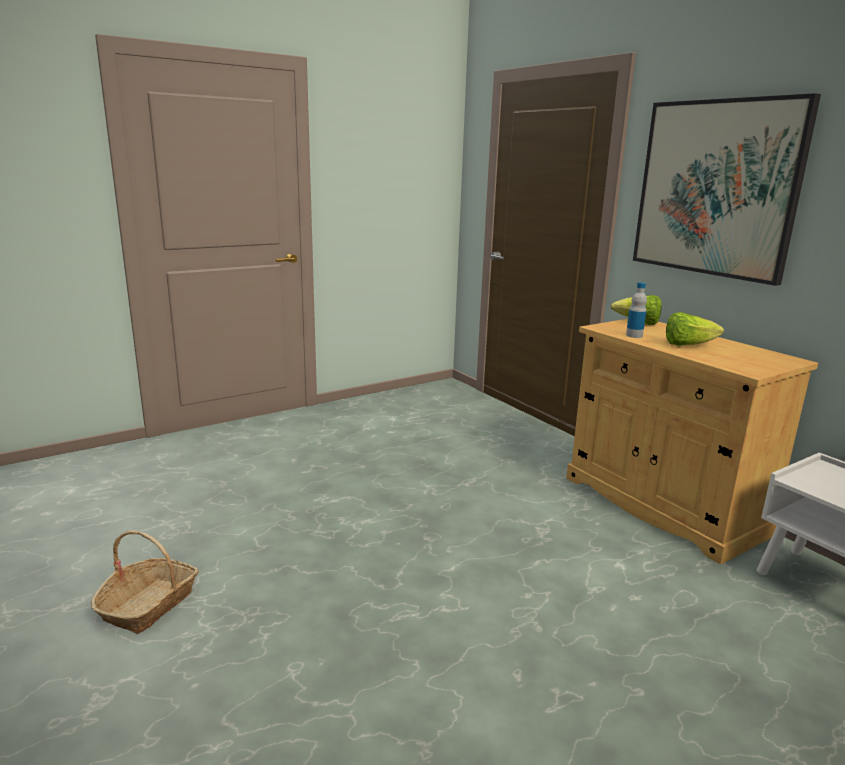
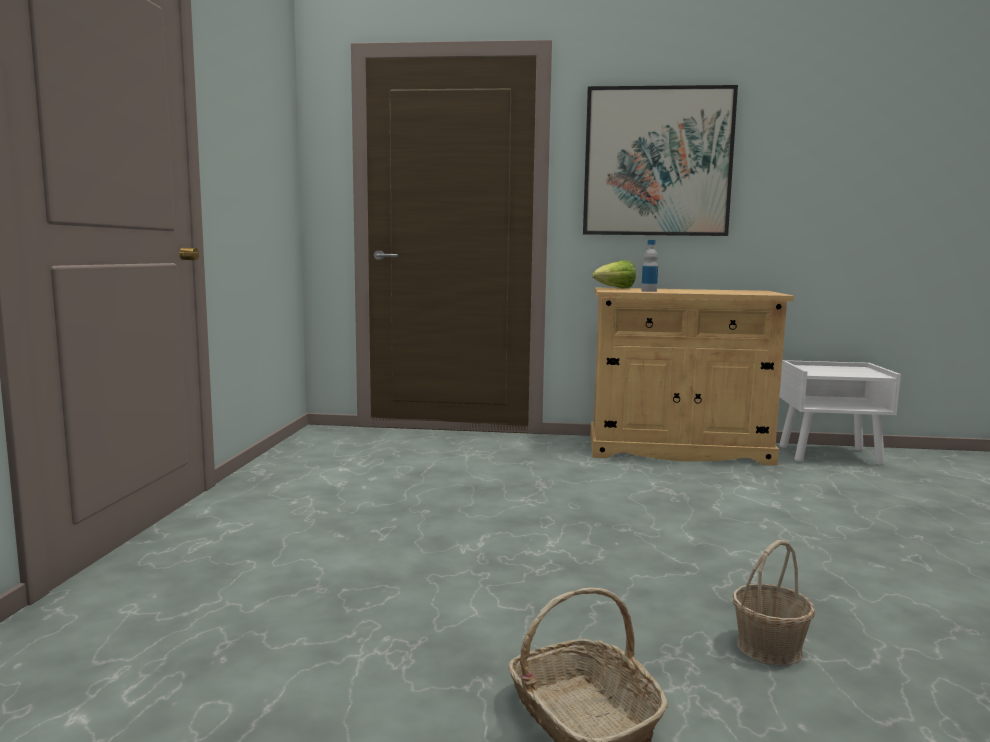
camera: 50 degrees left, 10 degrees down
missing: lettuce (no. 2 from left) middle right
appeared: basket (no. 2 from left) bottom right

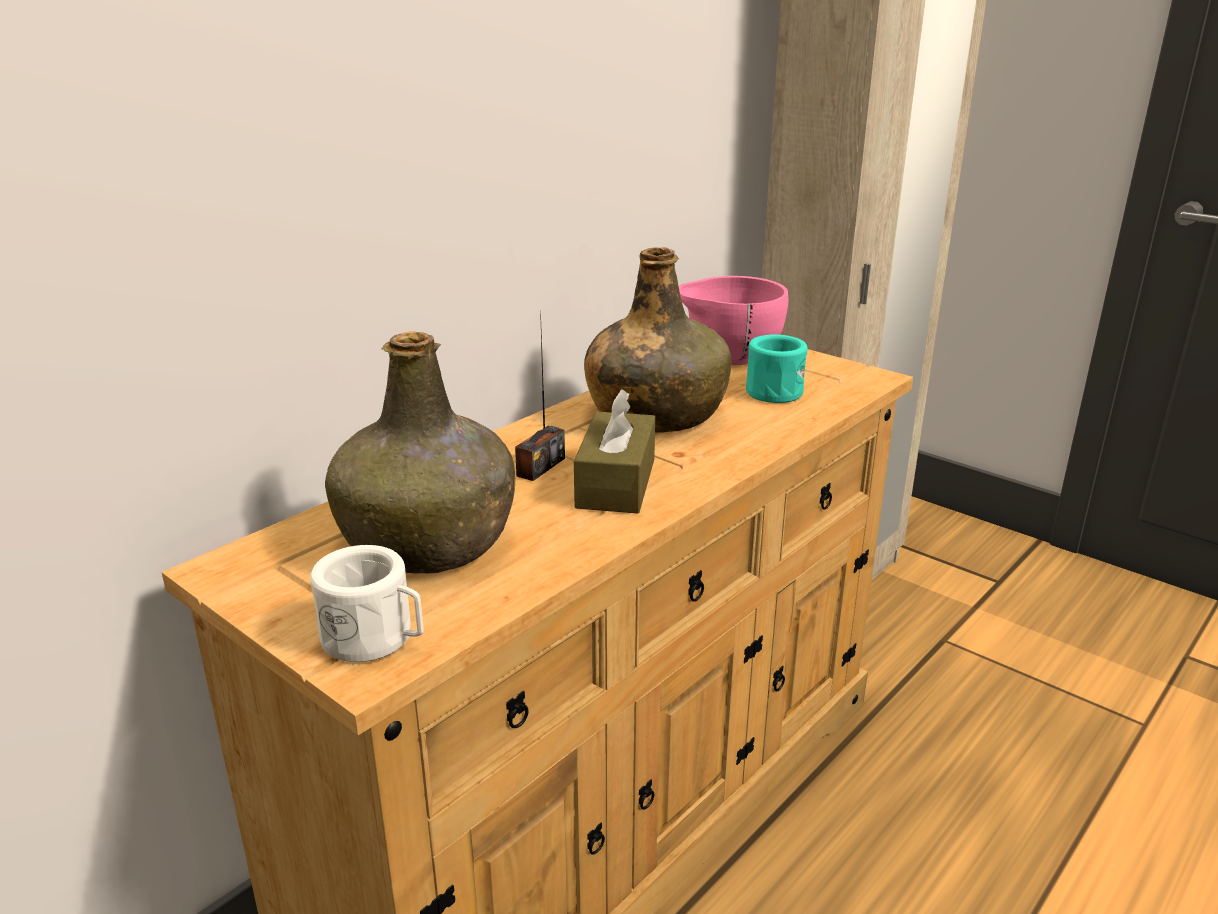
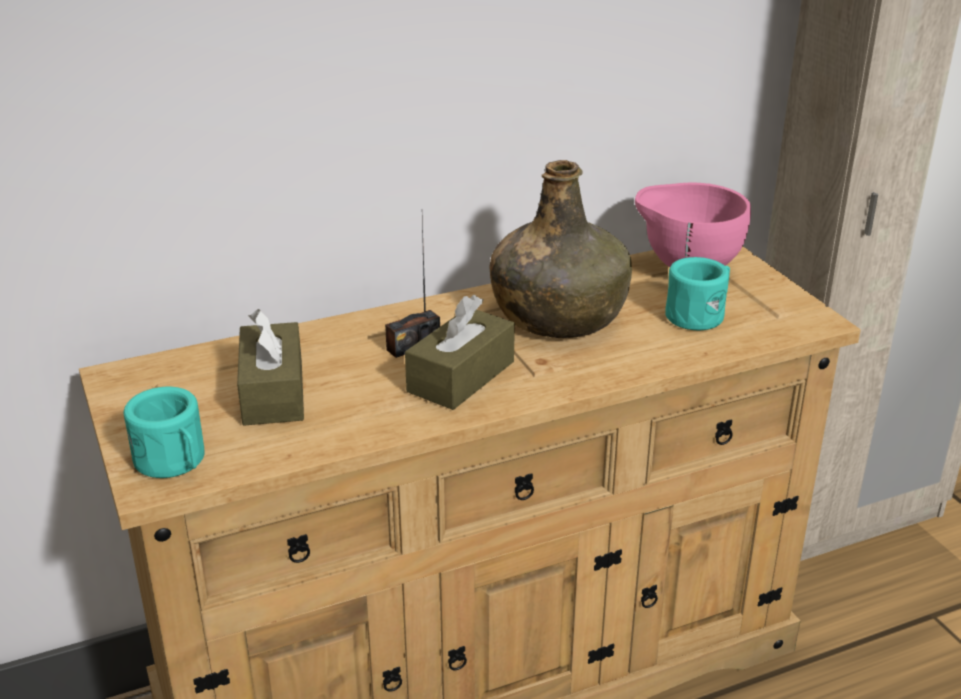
camera: 25 degrees right, 5 degrees up
exchanged: green bottle (no. 1 from left) centre to brown tissue box (no. 1 from left) middle left
colour: white mug middle left to turquoise mug (no. 1 from left) middle left

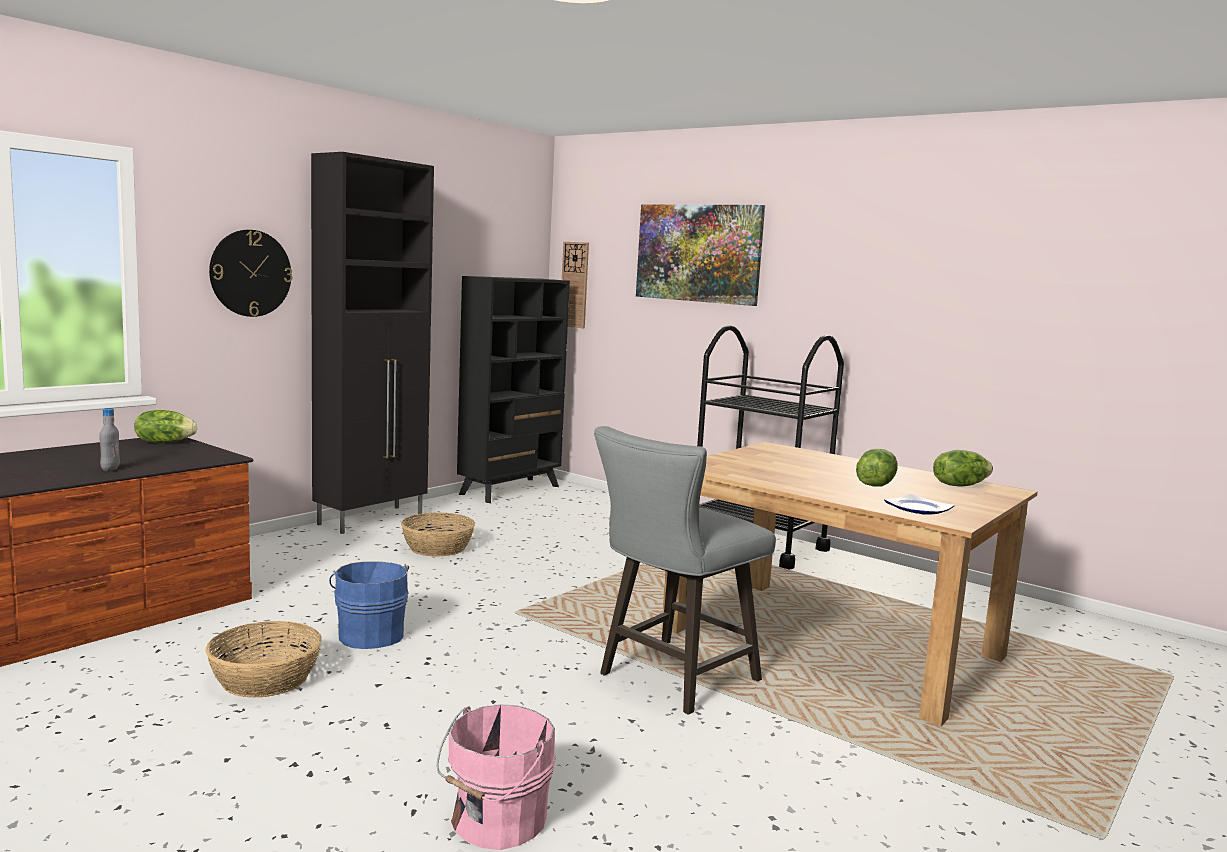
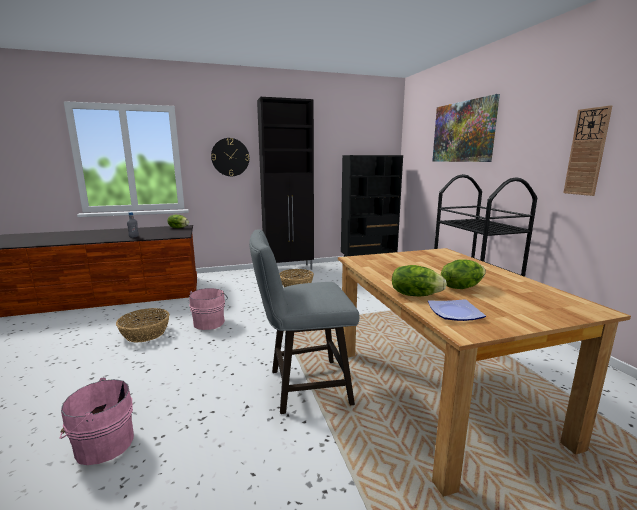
camera: 35 degrees right, 5 degrees up
relocated: wall clock (no. 2 from left) centre to top right; lettuce (no. 3 from left in the first image) middle right to lettuce (no. 2 from left) centre
colour: blue bucket bottom left to pink bucket (no. 2 from left) middle left

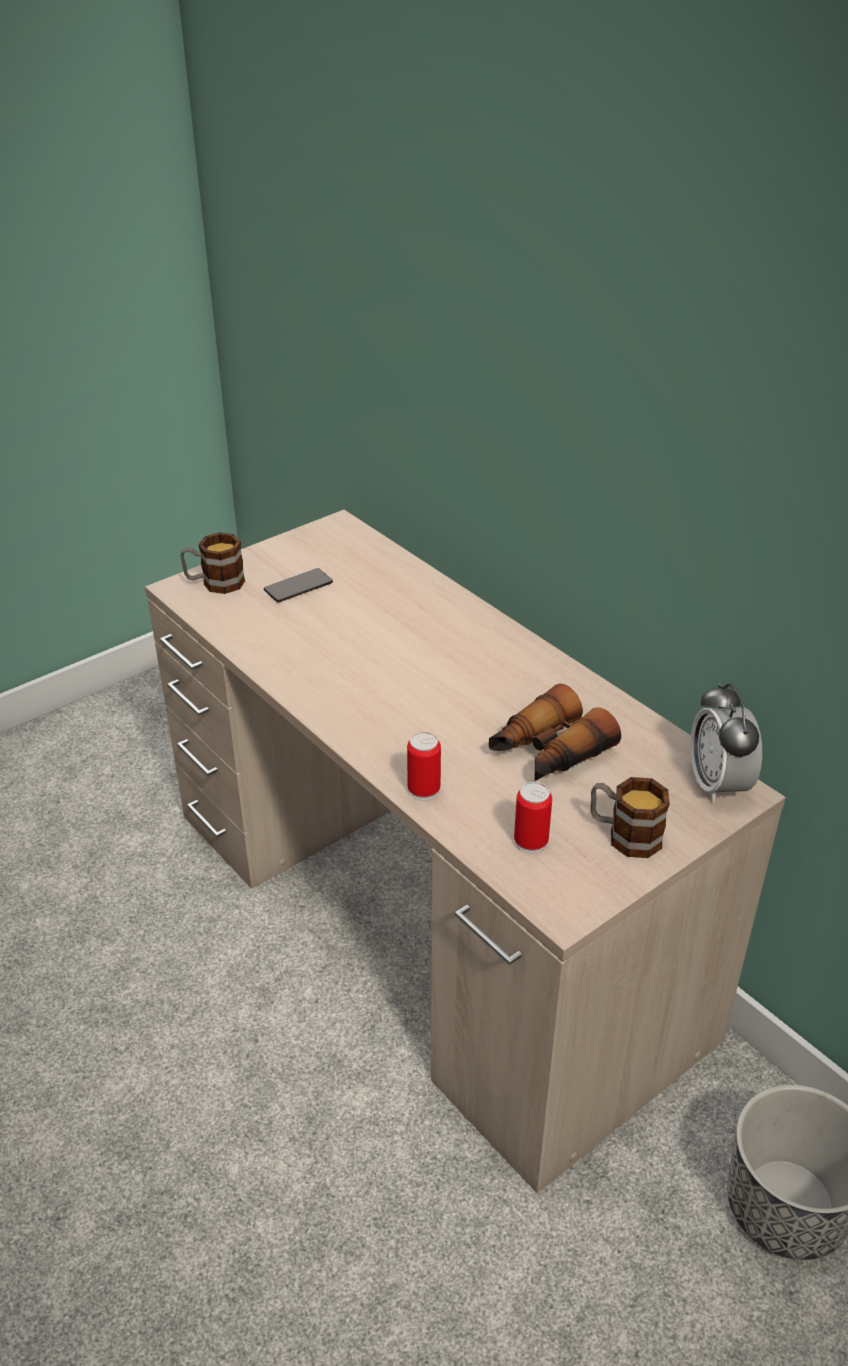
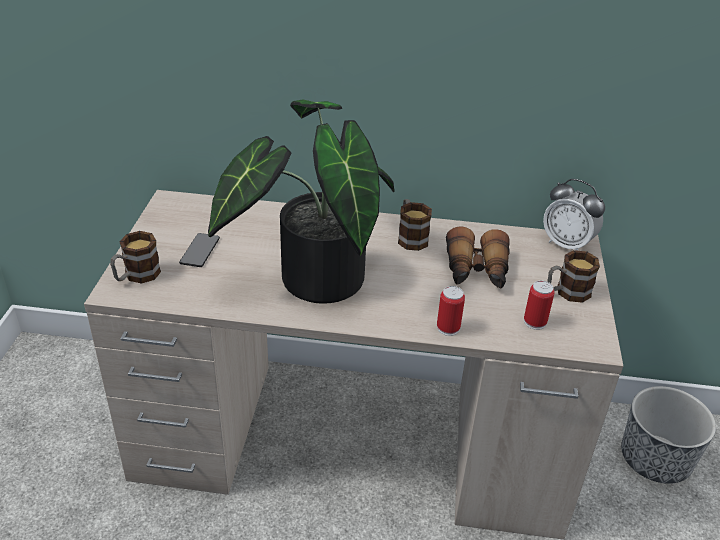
camera: 45 degrees left, 0 degrees up
appeared: potted plant centre; mug (no. 2 from left) centre

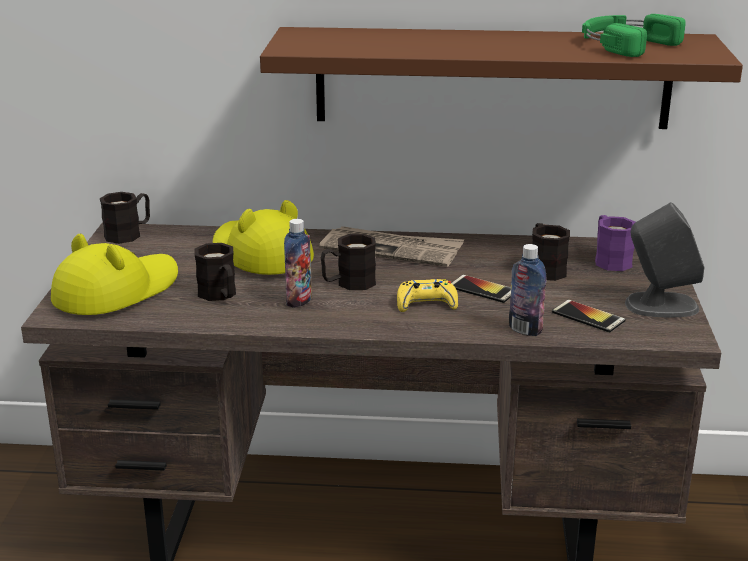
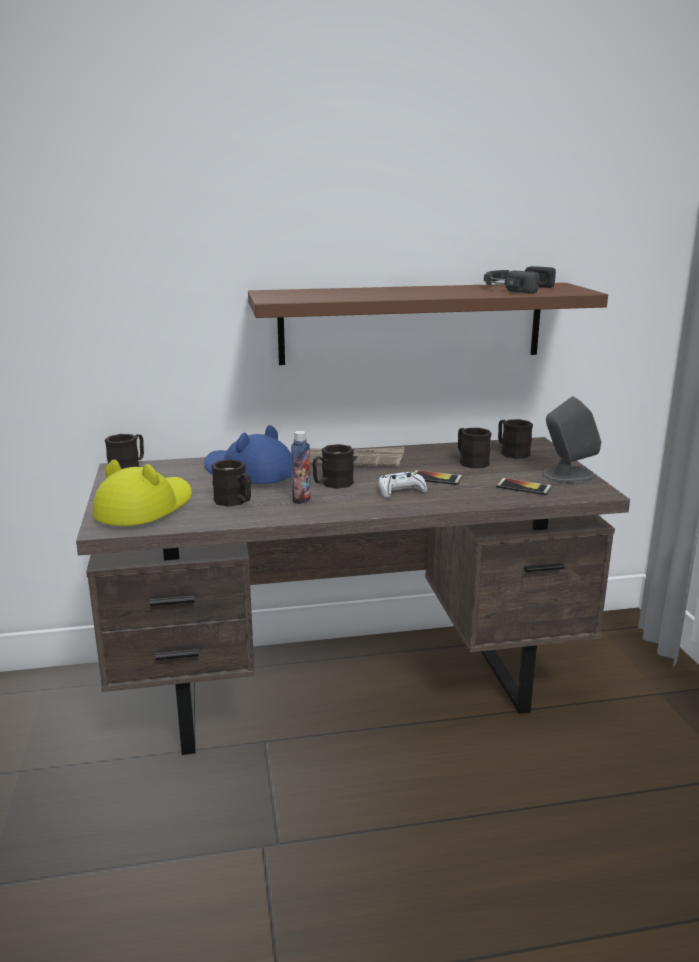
camera: 15 degrees left, 5 degrees down
missing: bottle (no. 2 from left) middle right
colour: yellow hat (no. 2 from left) centre to blue hat centre; yellow game controller centre to white game controller centre; green headphones top right to black headphones top right; purple mug middle right to black mug (no. 5 from left) middle right

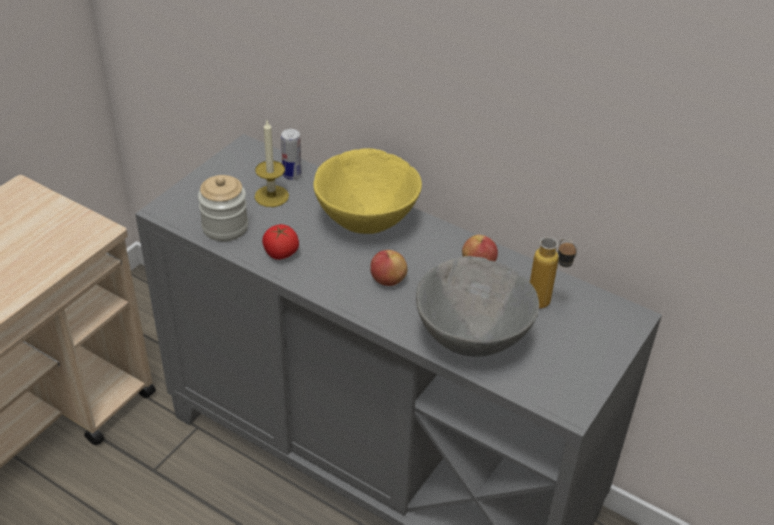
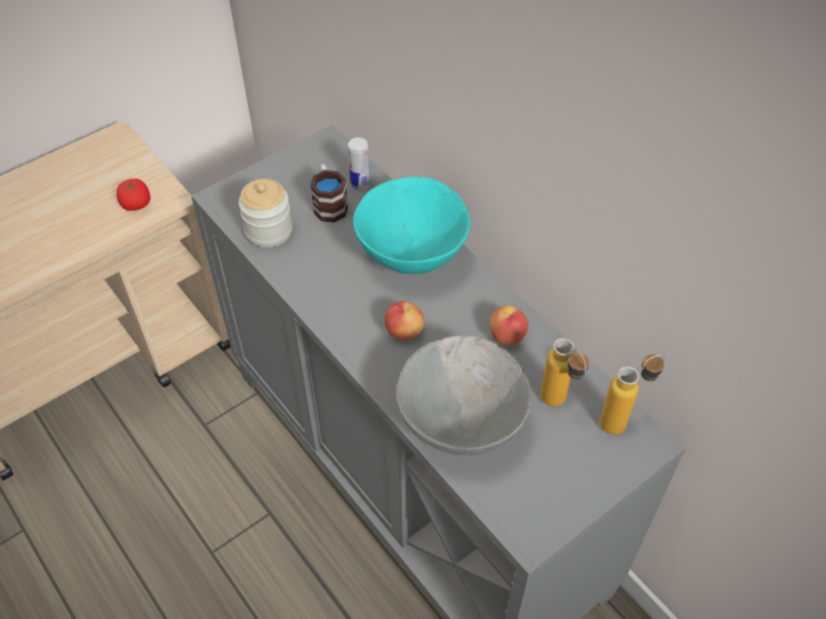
camera: 20 degrees right, 10 degrees up
appeared: bottle (no. 2 from left) middle right
relocated: tomato centre to top left
exchanged: candle top centre to mug top centre
colour: yellow bowl centre to turquoise bowl centre

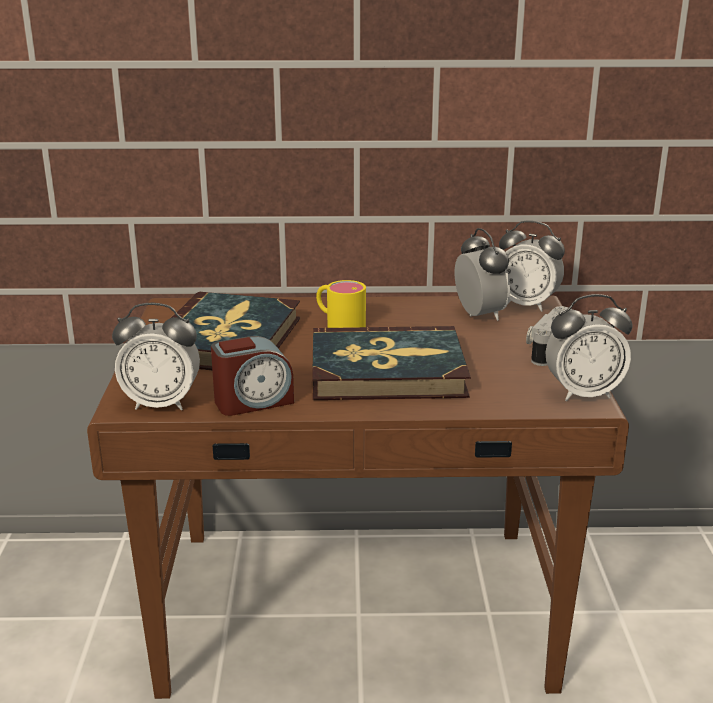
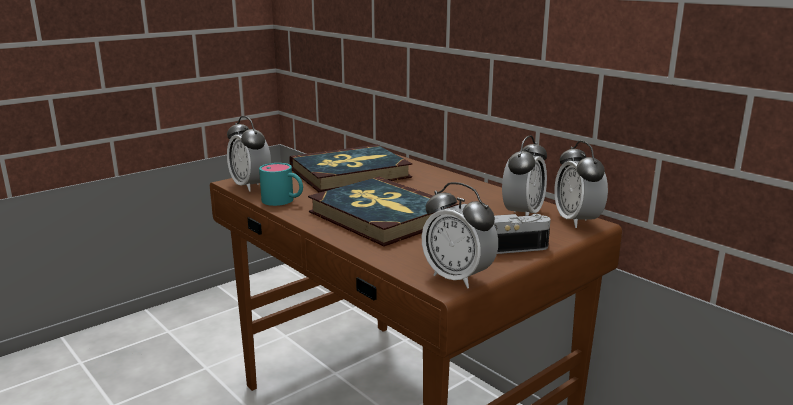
camera: 50 degrees right, 5 degrees down
missing: yellow mug centre
exchanged: alarm clock (no. 2 from left) centre to turquoise mug centre

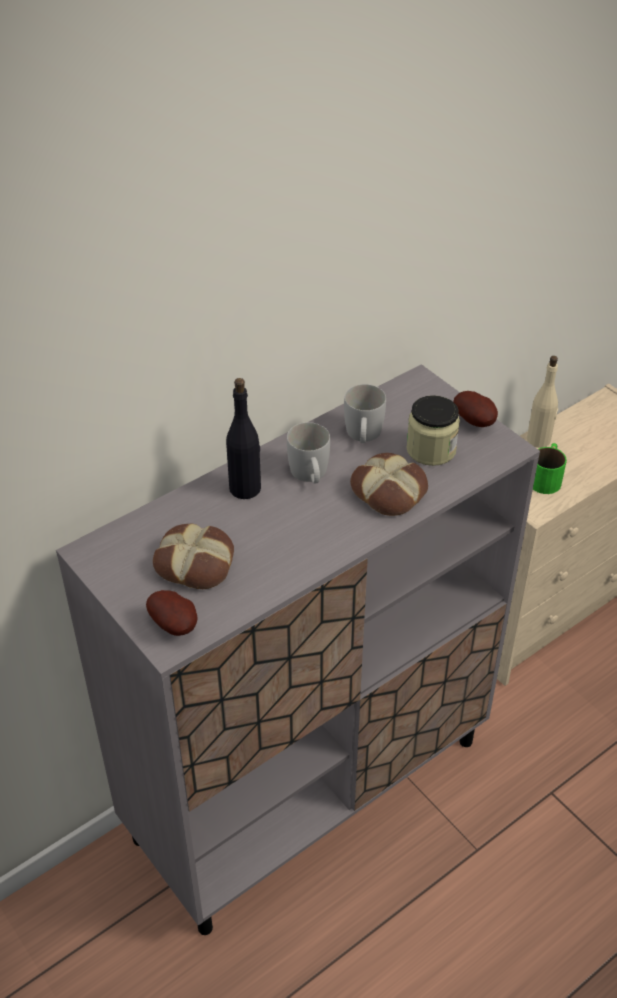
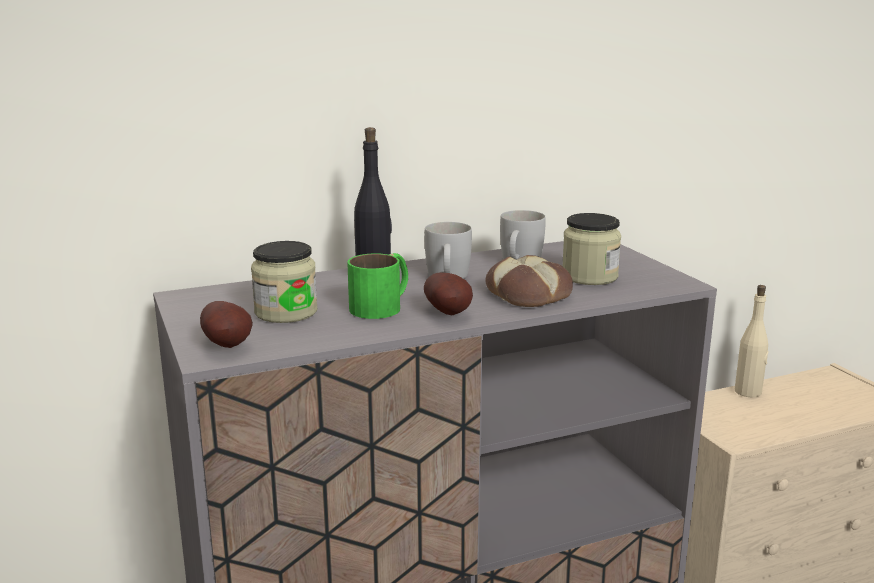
camera: 15 degrees right, 25 degrees down
relocated: potato (no. 2 from left) middle right to centre; green mug middle right to centre
exchanged: bread (no. 1 from left) middle left to jar (no. 1 from left) middle left

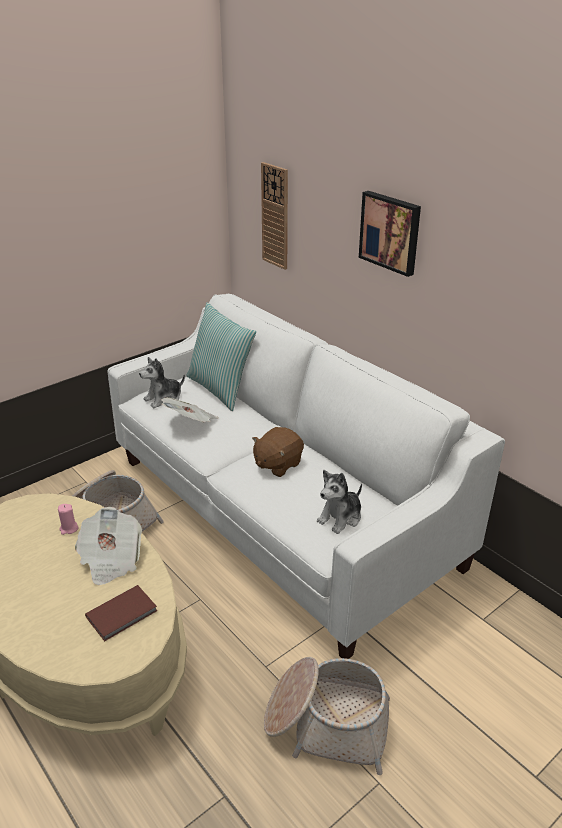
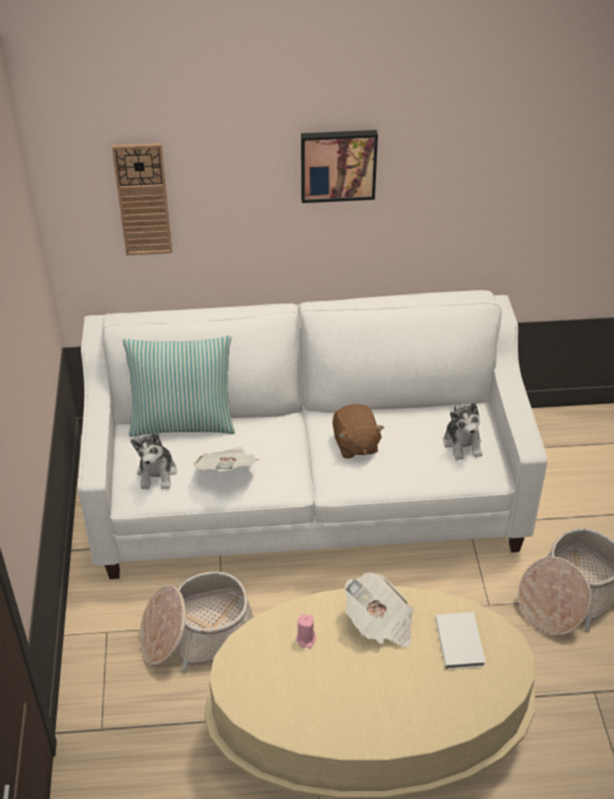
camera: 55 degrees left, 10 degrees up
colour: brown book bottom left to white book bottom right

